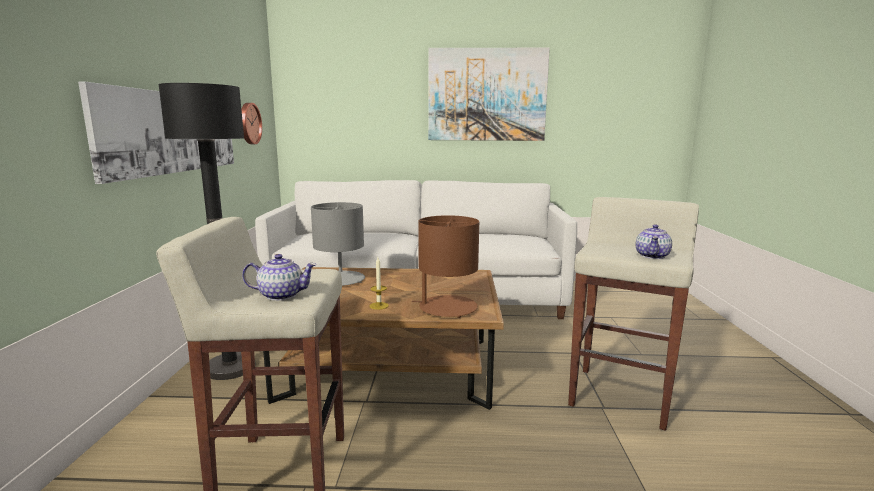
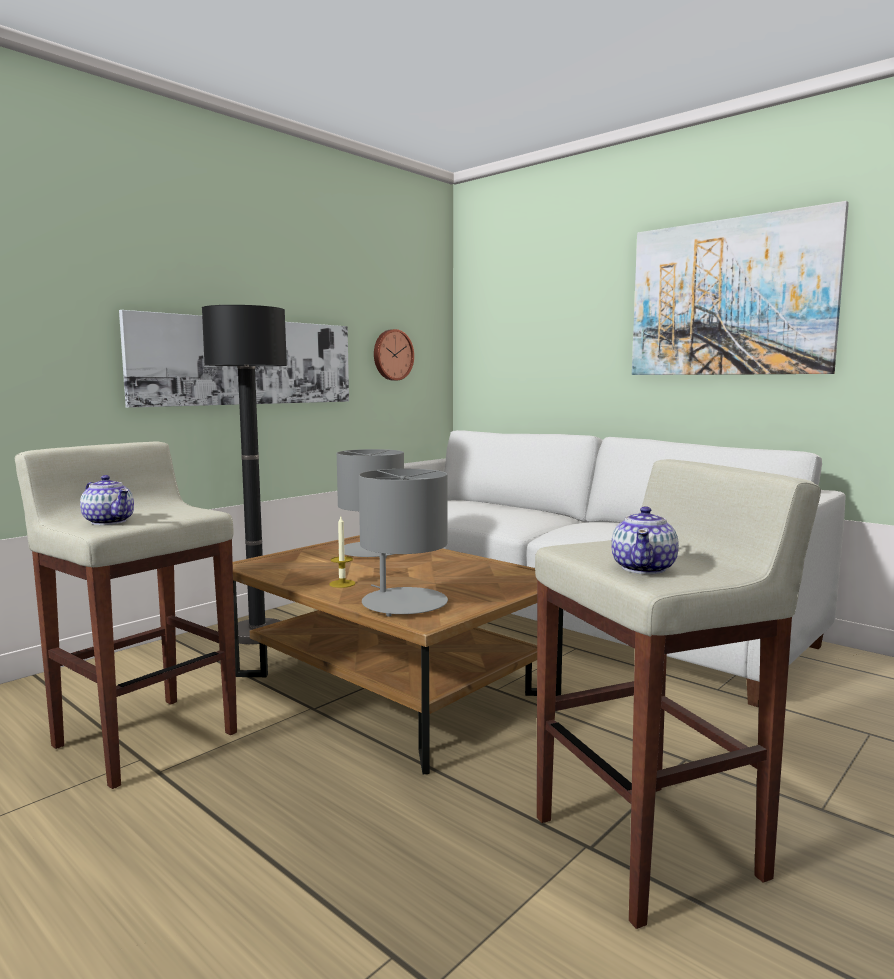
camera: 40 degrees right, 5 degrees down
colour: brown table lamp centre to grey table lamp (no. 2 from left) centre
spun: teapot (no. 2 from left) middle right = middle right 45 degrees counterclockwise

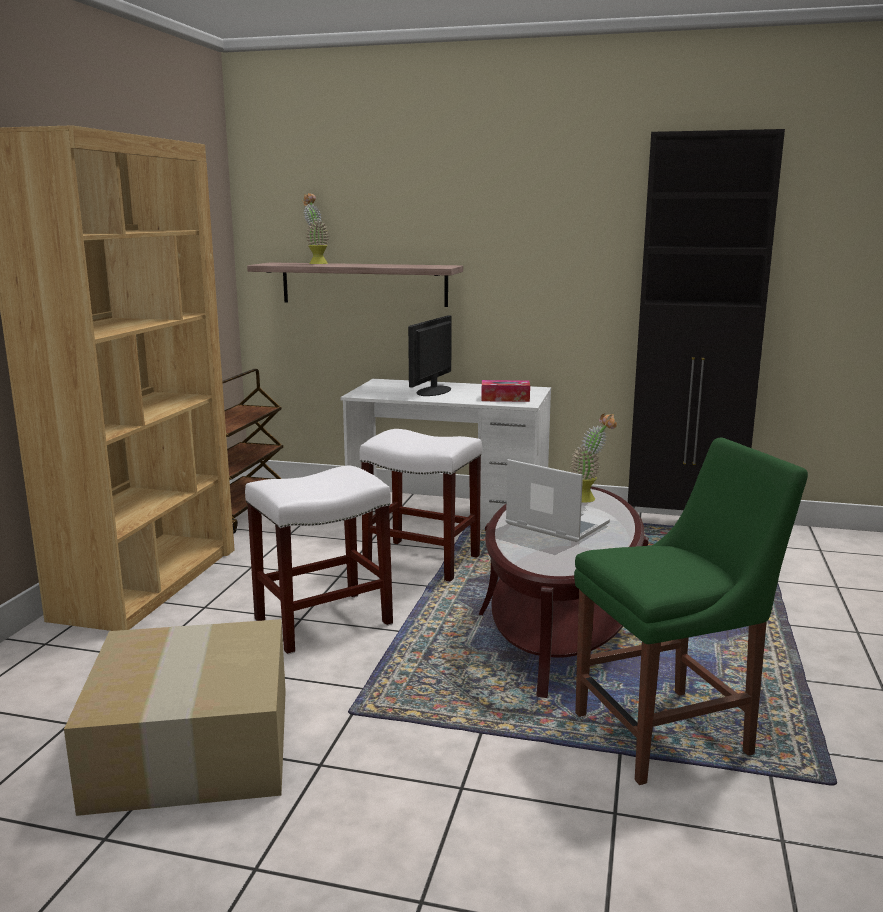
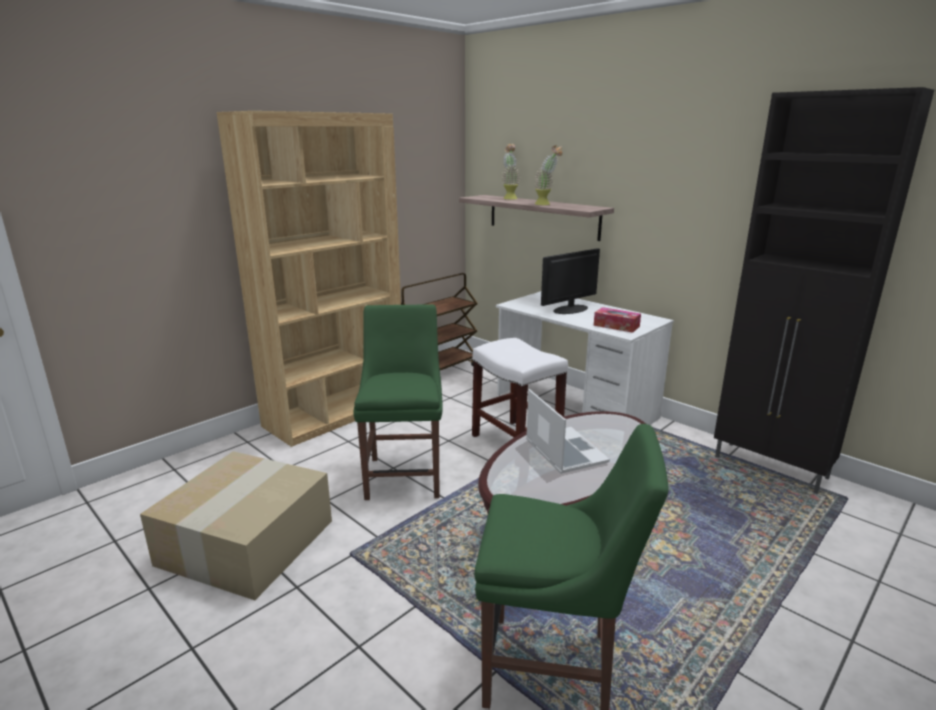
camera: 30 degrees right, 5 degrees up
relocated: potted plant (no. 2 from left) middle right to top centre
exchanged: white stool (no. 1 from left) centre to green chair (no. 1 from left) centre

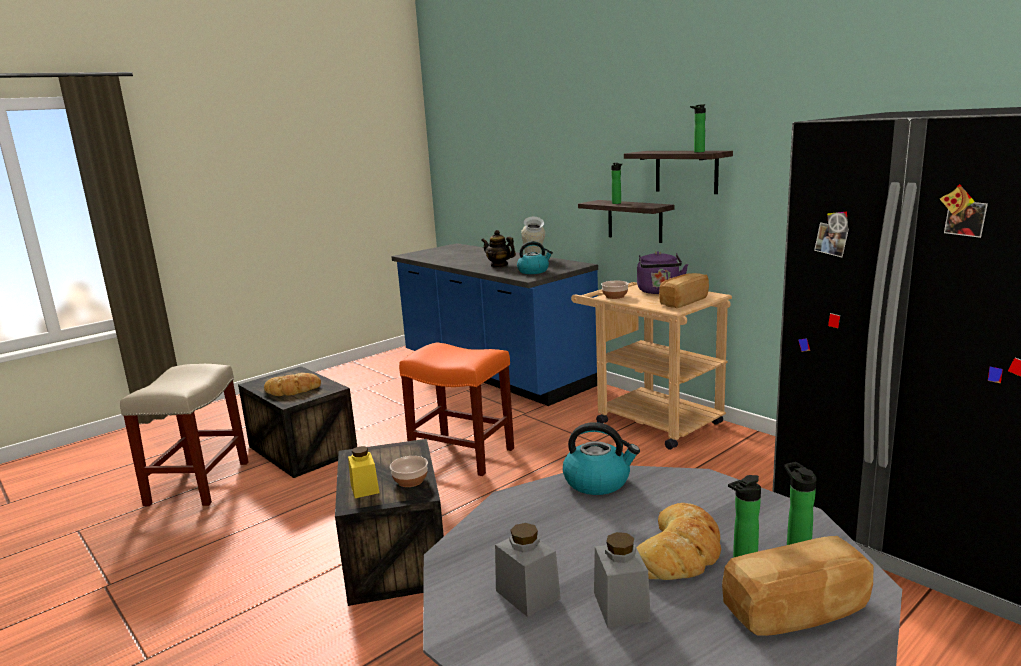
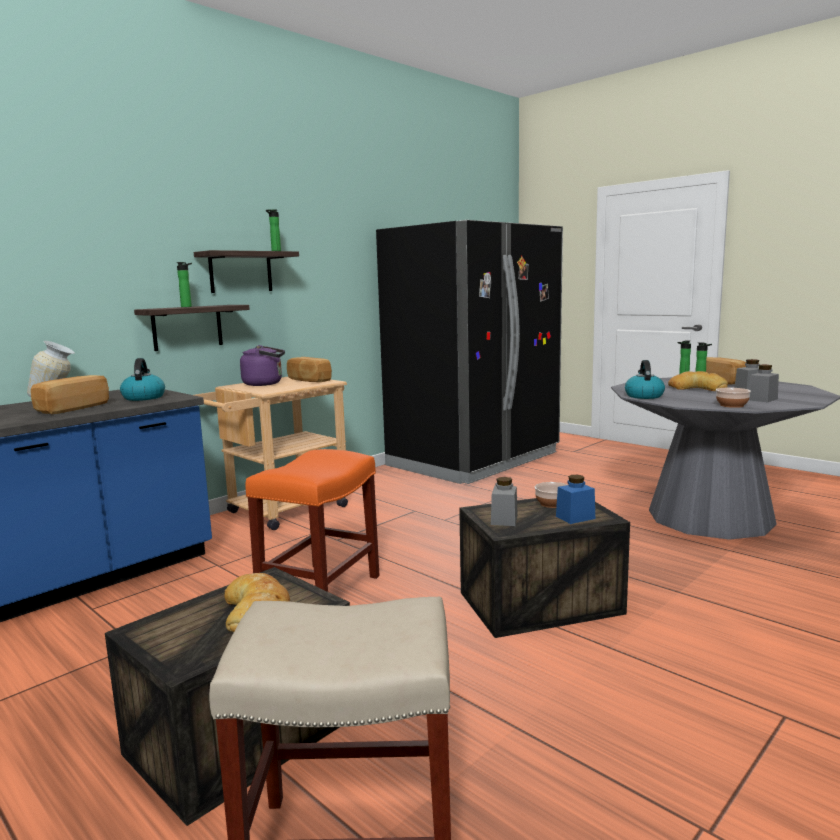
camera: 95 degrees left, 5 degrees down
appeared: grey jar (no. 1 from left) centre
relocated: bowl (no. 2 from left) centre to middle right
exchanged: teapot centre to bread (no. 1 from left) middle left
colour: yellow jar bottom centre to blue jar middle right

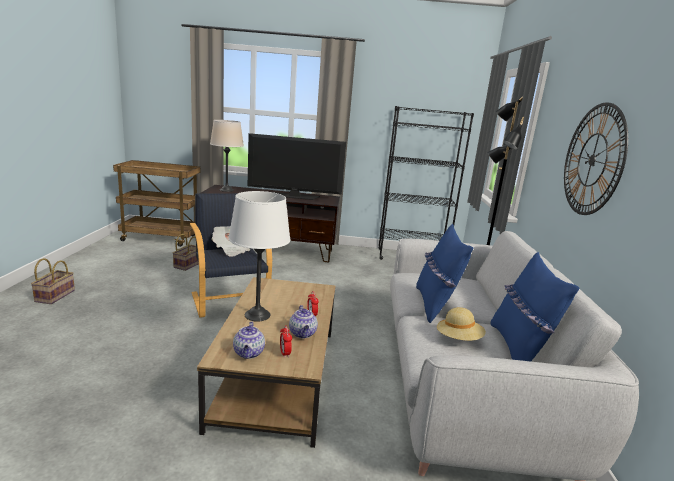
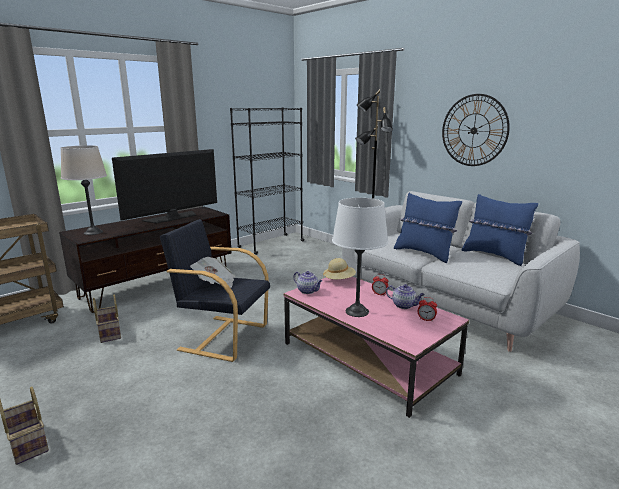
camera: 45 degrees left, 0 degrees up
relocated: teapot (no. 1 from left) bottom centre to centre; beige hat bottom right to centre
colour: brown coffee table bottom centre to pink coffee table bottom centre

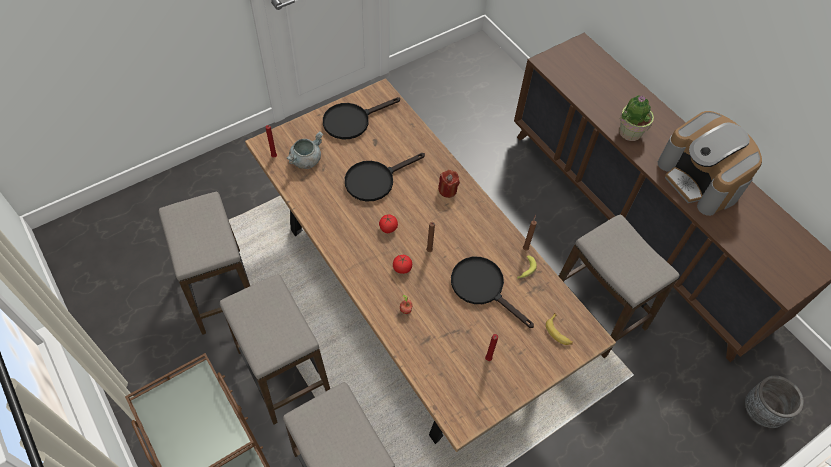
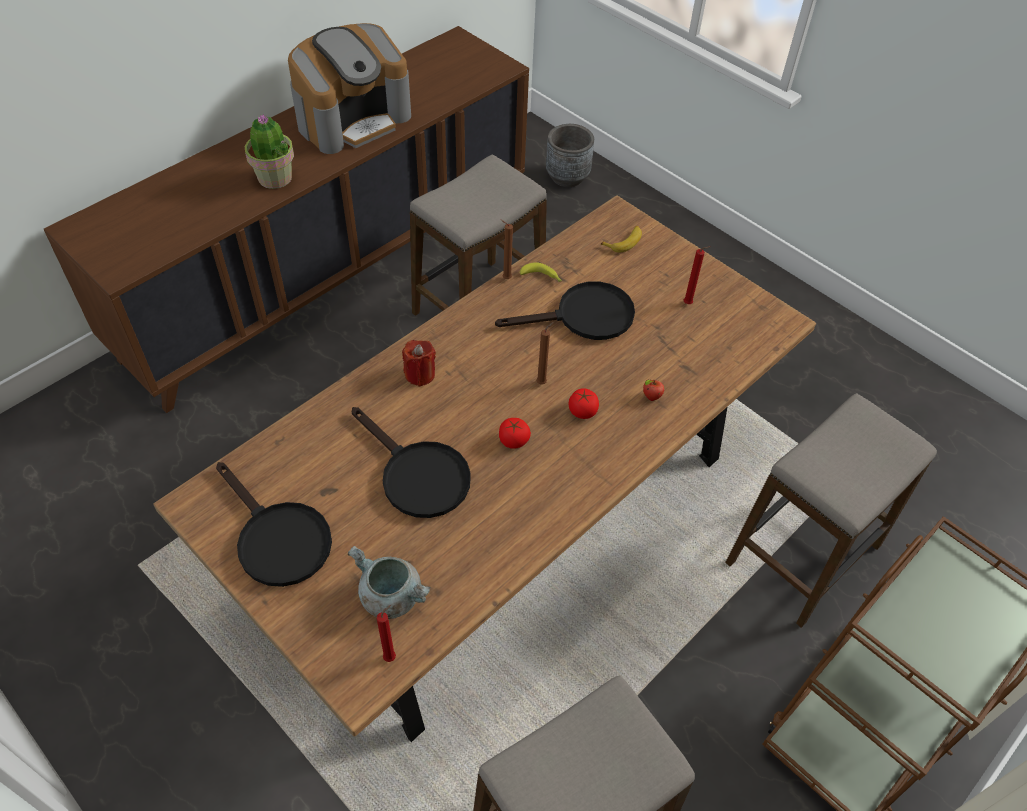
camera: 100 degrees left, 5 degrees down
missing: stool (no. 2 from left) bottom left
spun: black frying pan (no. 3 from left) centre = centre 135 degrees counterclockwise

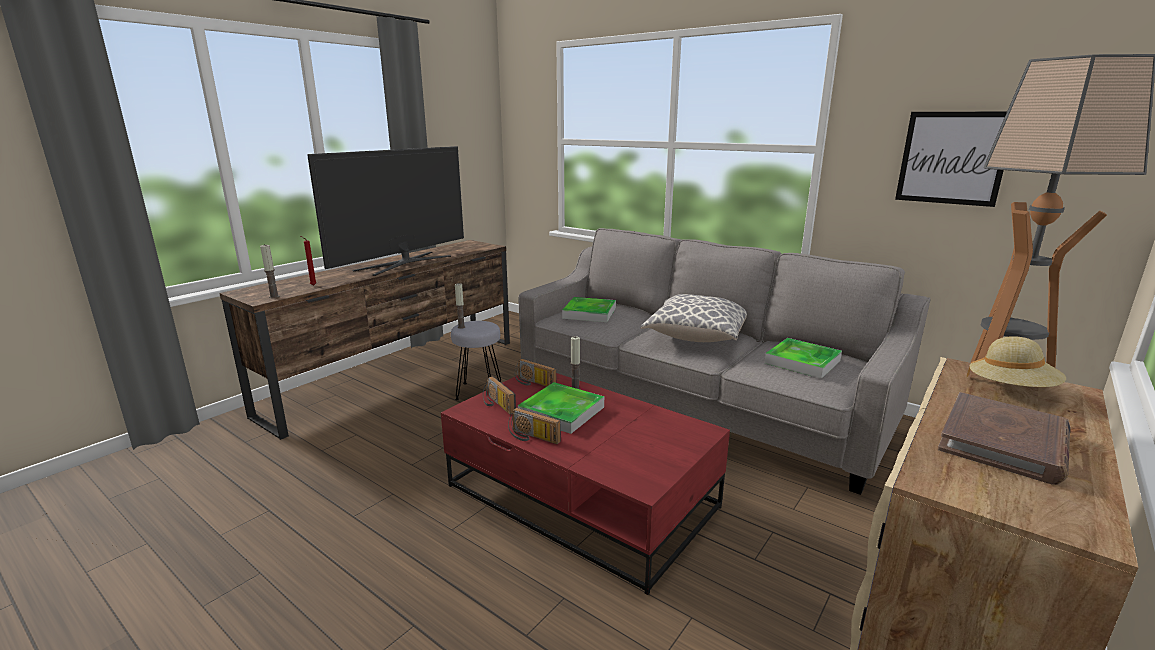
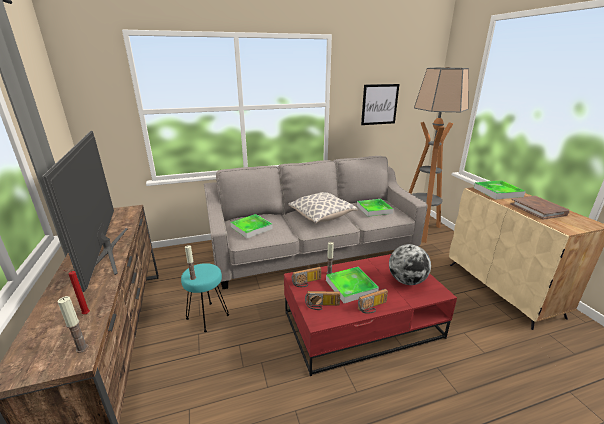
camera: 55 degrees left, 5 degrees up
appeared: globe middle right
exchanged: beige hat middle right to tray (no. 4 from left) middle right
colour: grey stool centre to turquoise stool bottom centre

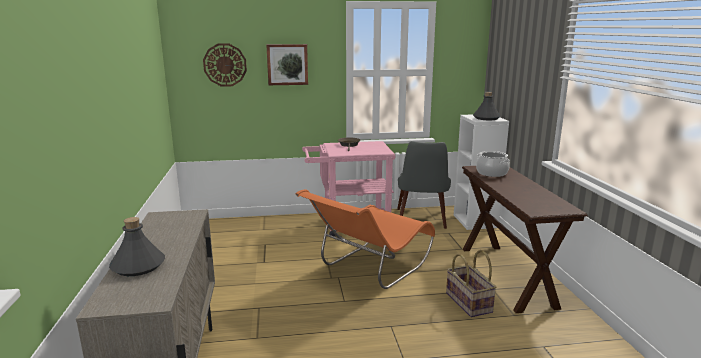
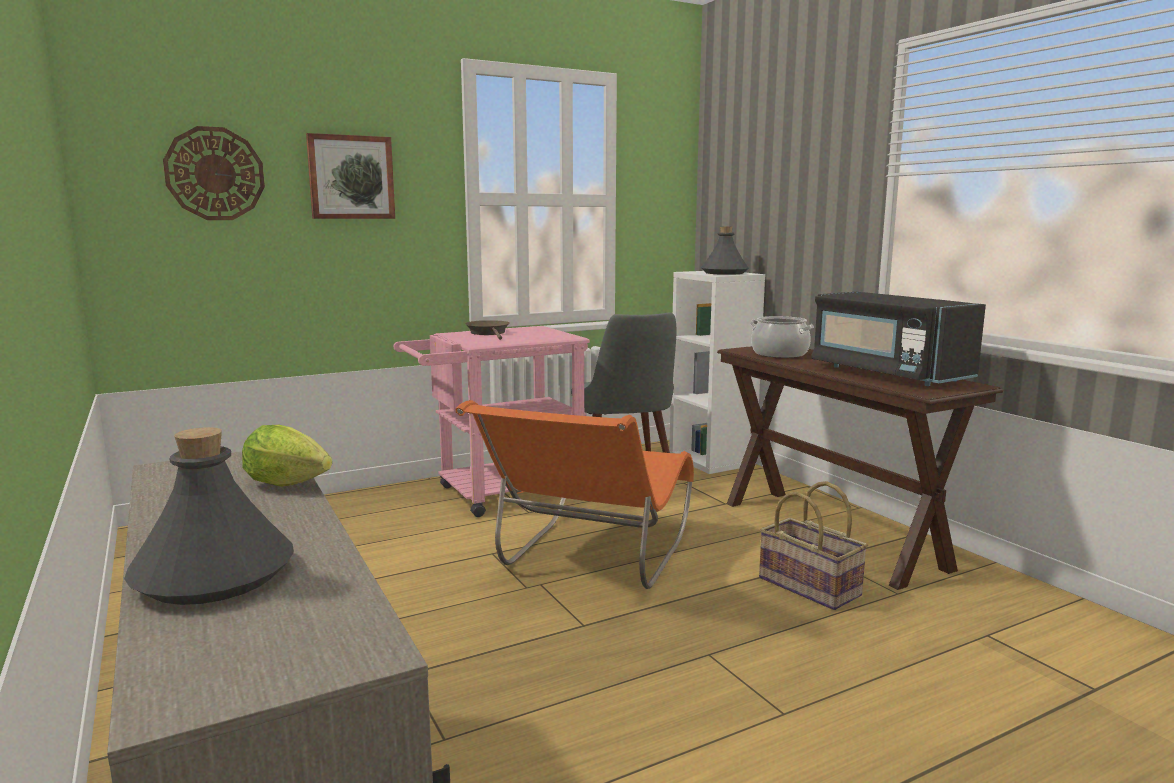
camera: 20 degrees left, 5 degrees down
appeared: lettuce middle left; black microwave middle right

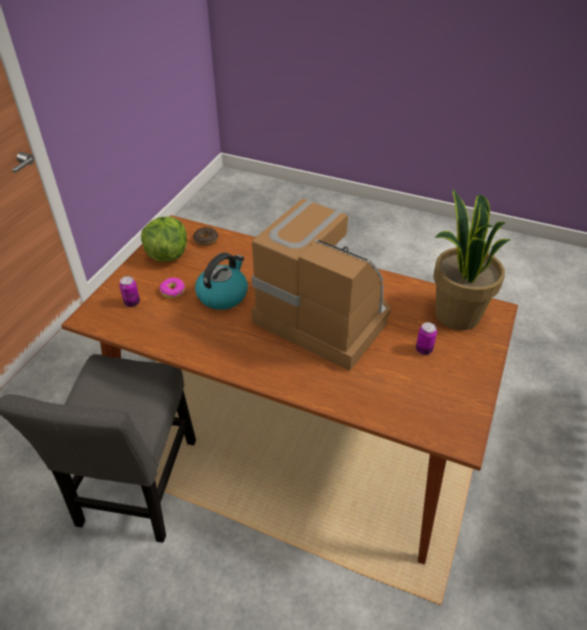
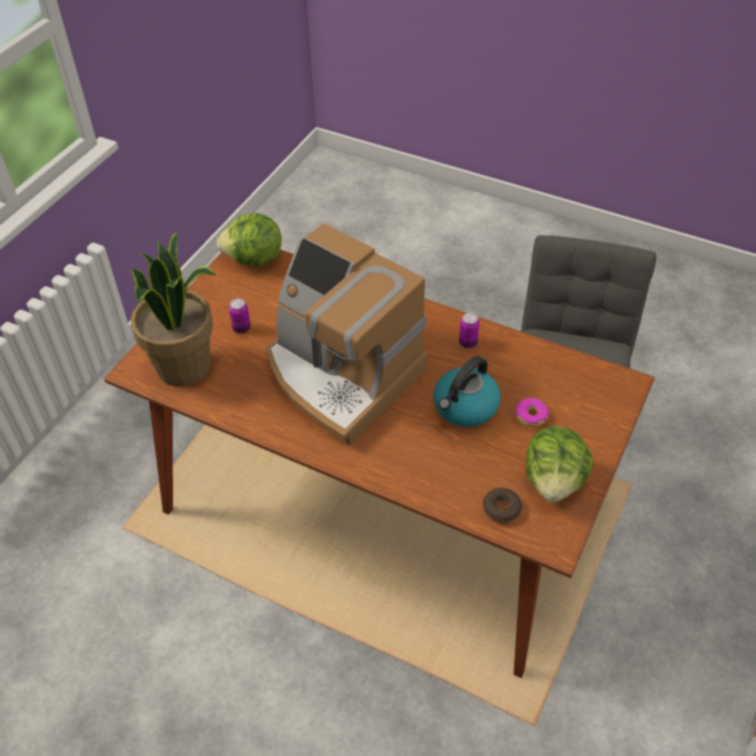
camera: 175 degrees left, 5 degrees up
appeared: lettuce (no. 1 from left) top left
relocated: can (no. 1 from left in the first image) middle left to can (no. 2 from left) centre

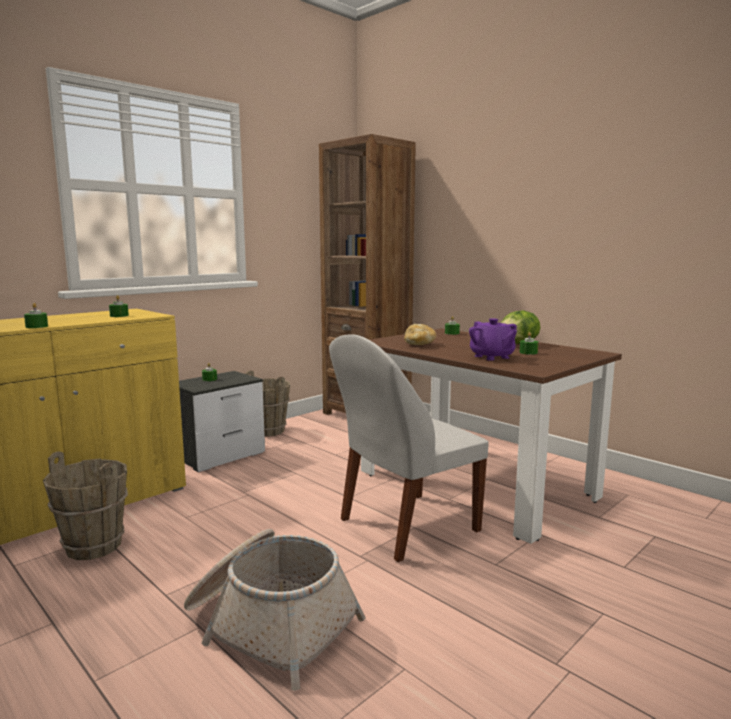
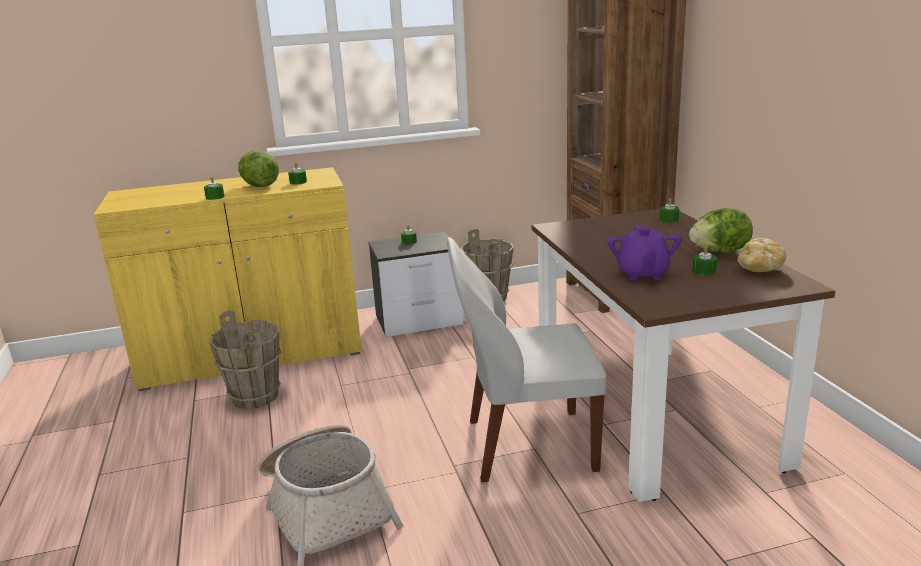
camera: 30 degrees right, 10 degrees up
appeared: lettuce (no. 1 from left) top left
relocated: bread centre to middle right

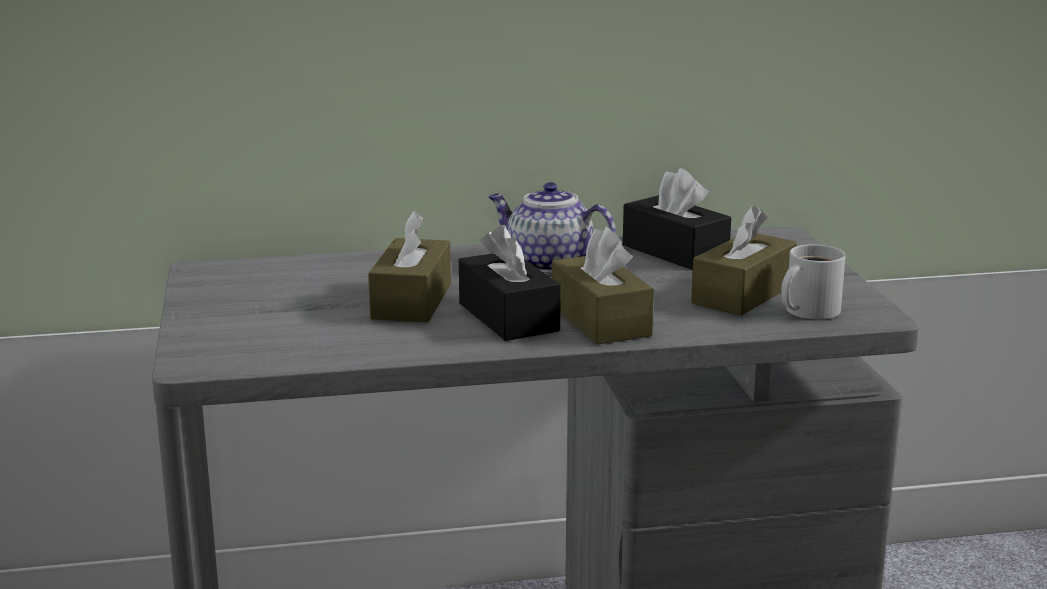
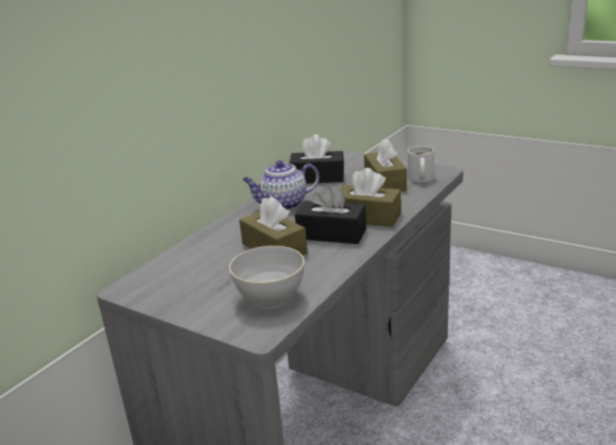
camera: 45 degrees left, 5 degrees up
appeared: grey bowl centre

